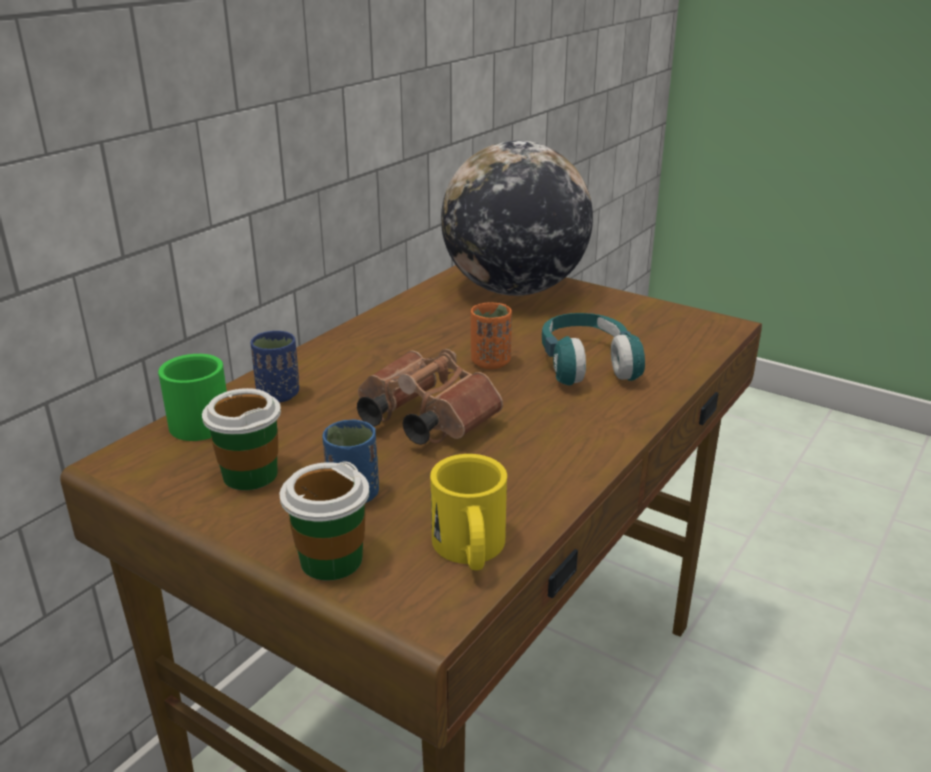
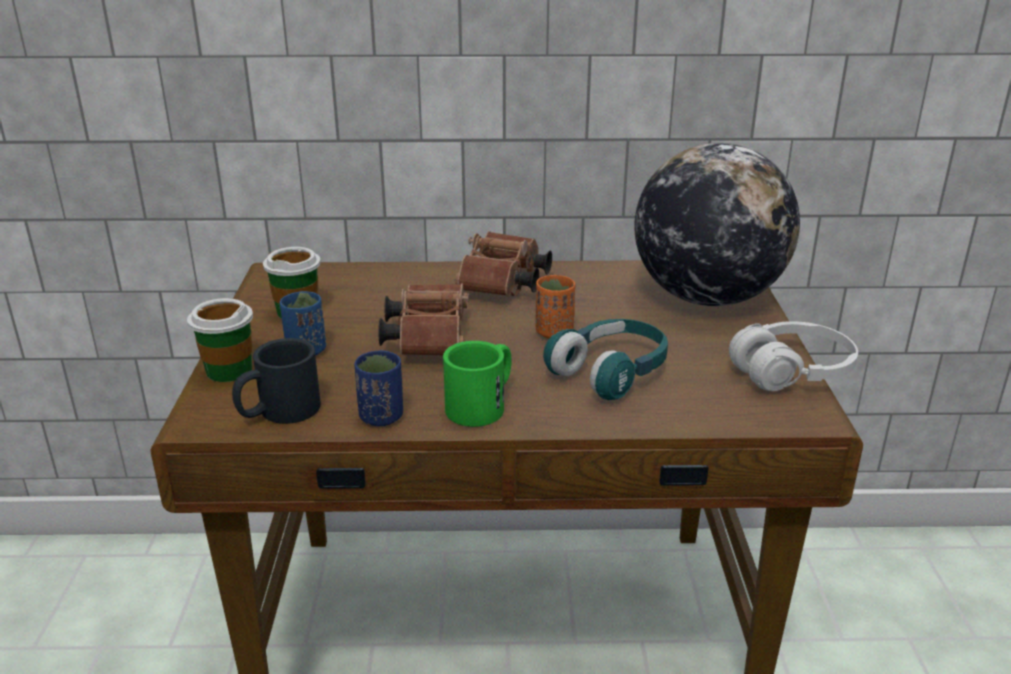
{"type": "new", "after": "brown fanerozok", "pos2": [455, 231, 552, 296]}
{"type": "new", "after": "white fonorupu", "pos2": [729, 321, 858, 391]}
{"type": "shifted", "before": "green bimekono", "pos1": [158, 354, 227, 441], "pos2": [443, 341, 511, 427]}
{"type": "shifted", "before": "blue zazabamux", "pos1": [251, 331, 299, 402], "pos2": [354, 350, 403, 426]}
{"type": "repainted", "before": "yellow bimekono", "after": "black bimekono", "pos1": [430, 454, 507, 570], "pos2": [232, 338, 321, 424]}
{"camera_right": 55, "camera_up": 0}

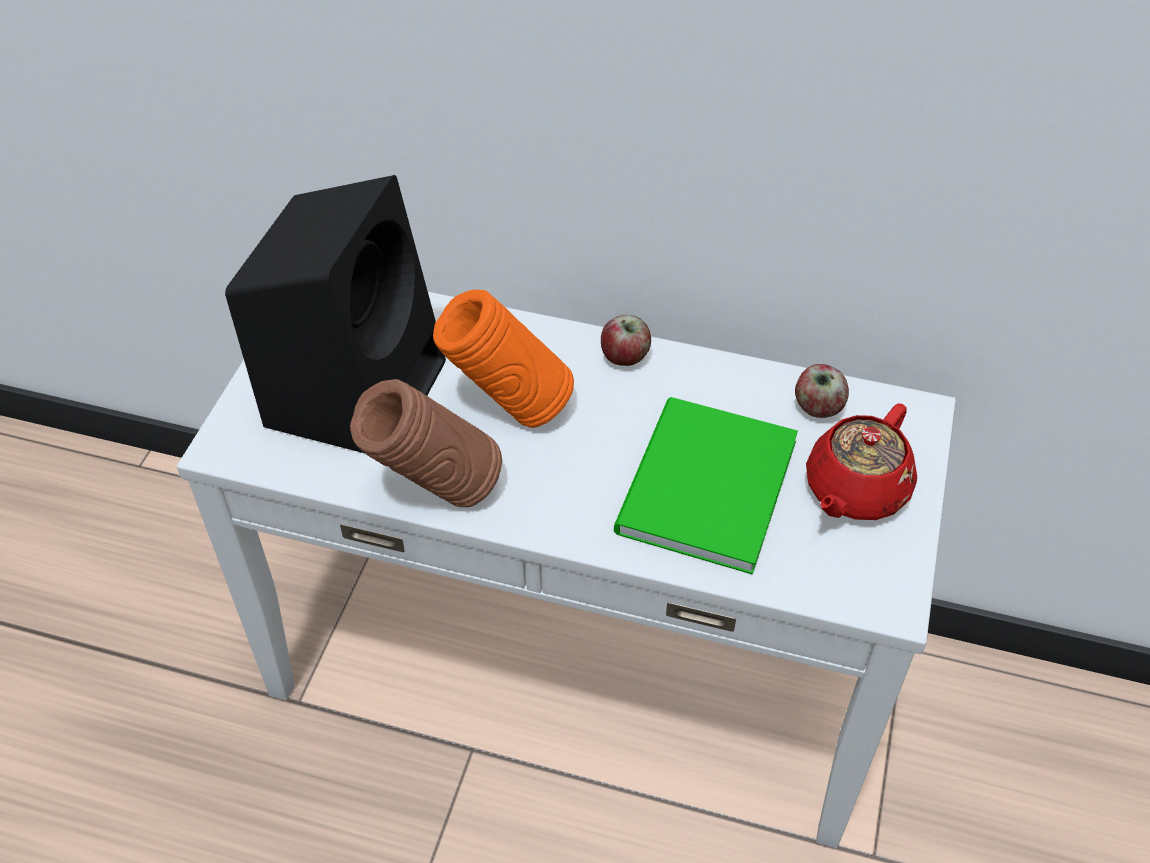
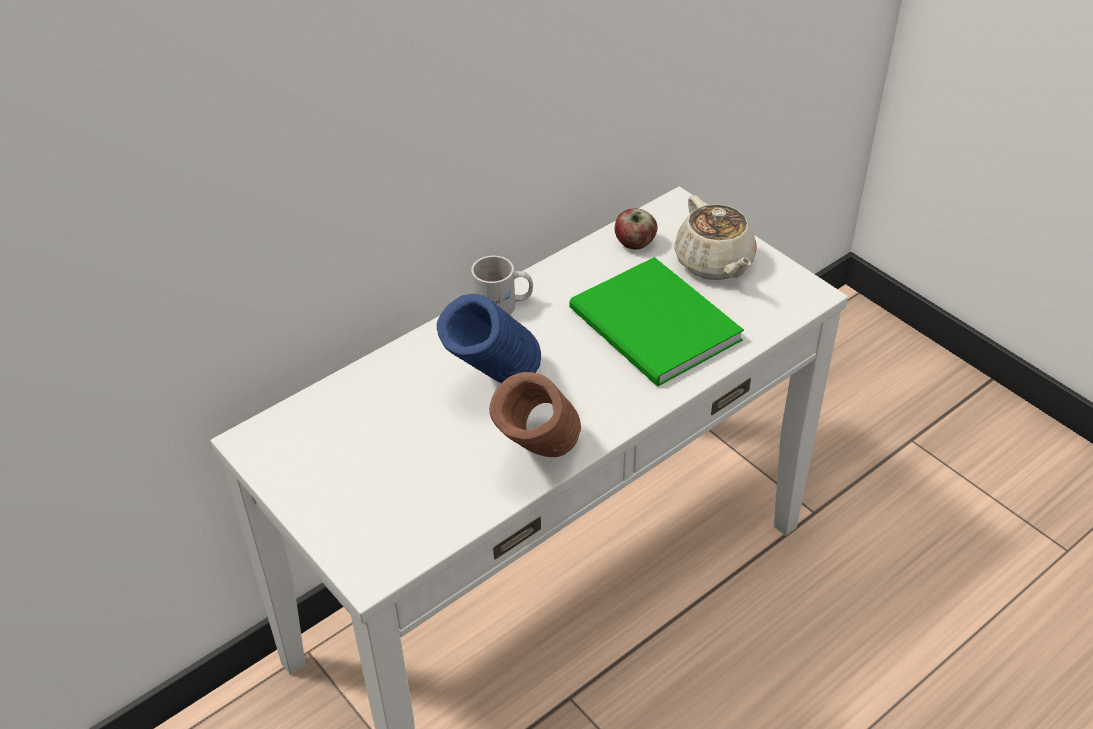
{"type": "gone", "before": "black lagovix", "pos1": [225, 175, 446, 453]}
{"type": "swapped", "before": "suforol", "after": "white bimekono", "pos1": [601, 315, 651, 366], "pos2": [471, 256, 533, 315]}
{"type": "repainted", "before": "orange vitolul", "after": "blue vitolul", "pos1": [433, 290, 574, 428], "pos2": [437, 294, 541, 383]}
{"type": "repainted", "before": "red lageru", "after": "beige lageru", "pos1": [806, 403, 917, 520], "pos2": [674, 195, 757, 280]}
{"camera_right": -55, "camera_up": -5}

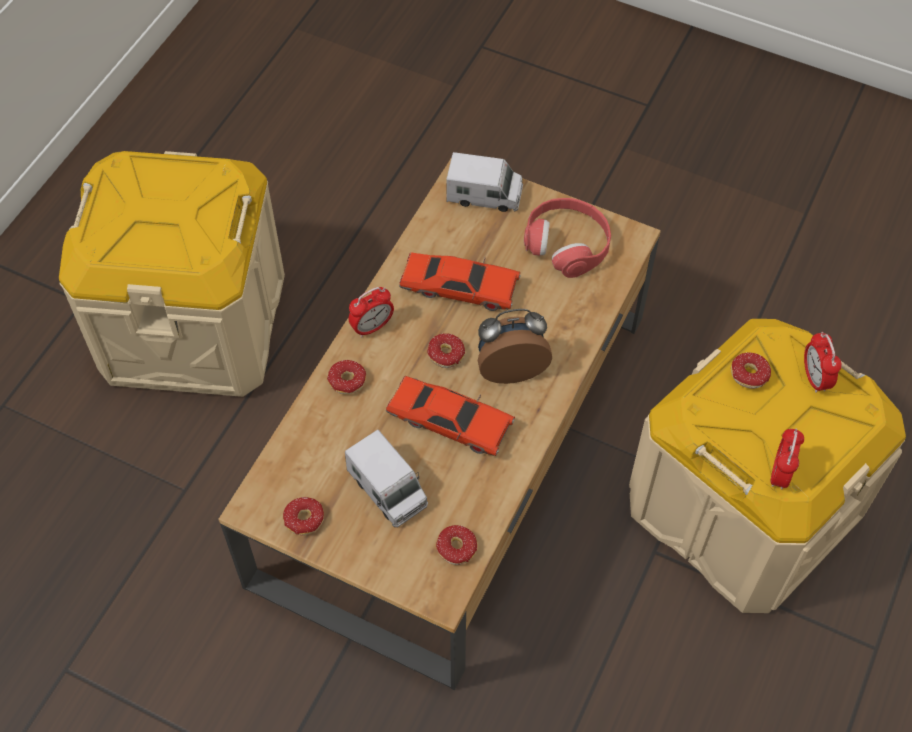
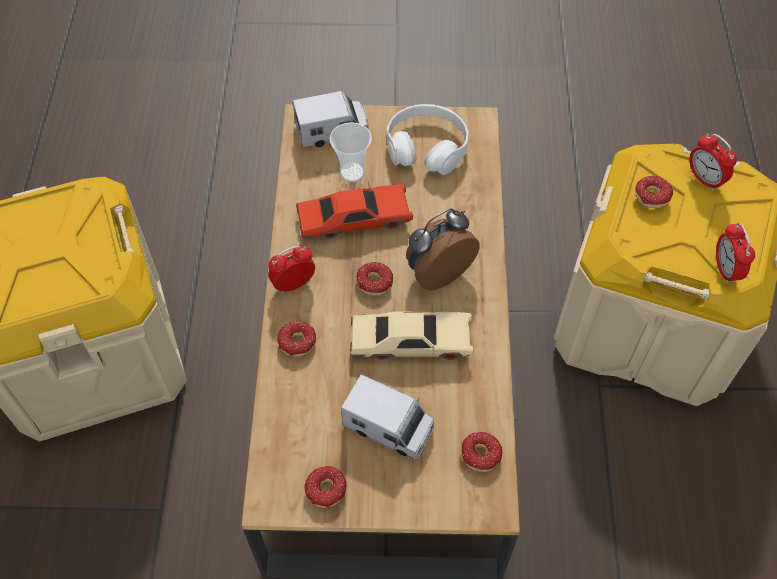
{"type": "new", "after": "zazabamux", "pos2": [330, 122, 372, 182]}
{"type": "repainted", "before": "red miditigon", "after": "beige miditigon", "pos1": [385, 376, 515, 456], "pos2": [350, 308, 474, 360]}
{"type": "repainted", "before": "red fonorupu", "after": "white fonorupu", "pos1": [524, 198, 611, 278], "pos2": [387, 104, 469, 175]}
{"type": "rotated", "before": "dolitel", "pos1": [348, 287, 394, 338], "pos2": [268, 245, 315, 294], "turn": -150}
{"camera_right": -25, "camera_up": 0}

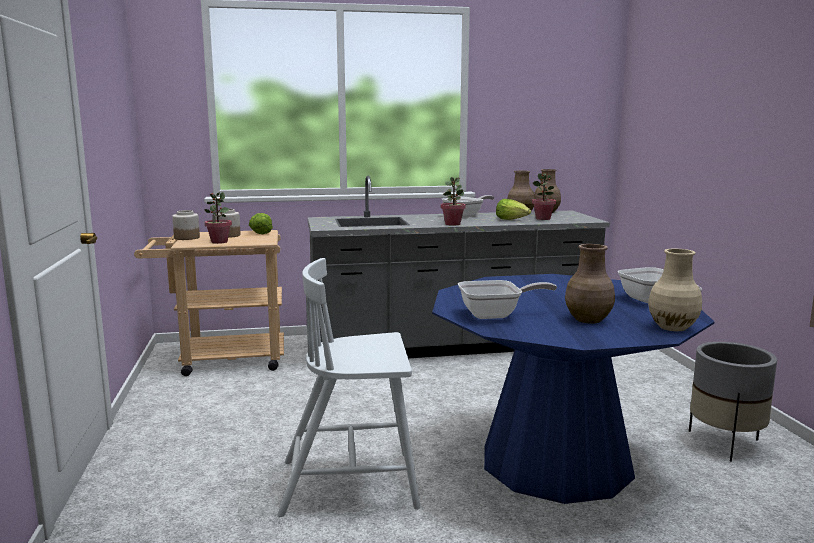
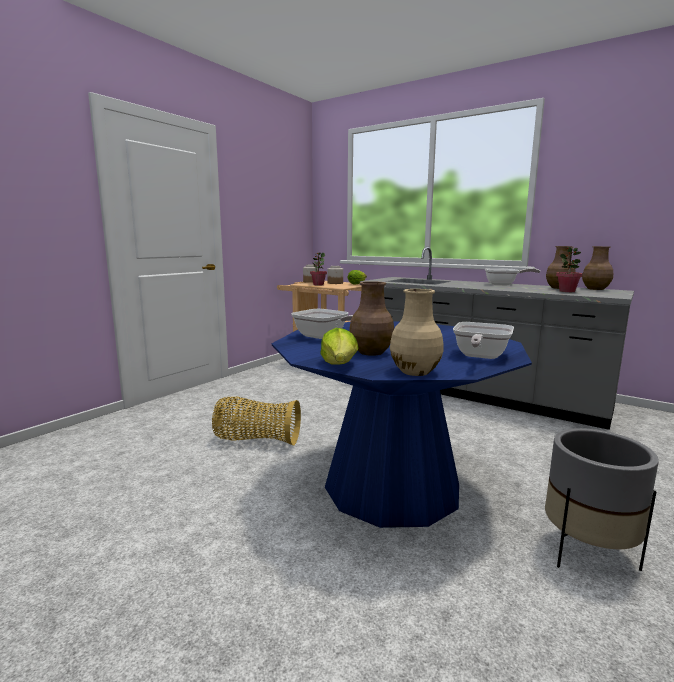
{"type": "gone", "before": "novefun", "pos1": [441, 177, 466, 226]}
{"type": "shifted", "before": "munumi", "pos1": [496, 199, 531, 220], "pos2": [320, 328, 359, 365]}
{"type": "swapped", "before": "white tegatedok", "after": "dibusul", "pos1": [277, 258, 420, 517], "pos2": [212, 397, 301, 445]}
{"camera_right": 45, "camera_up": 0}

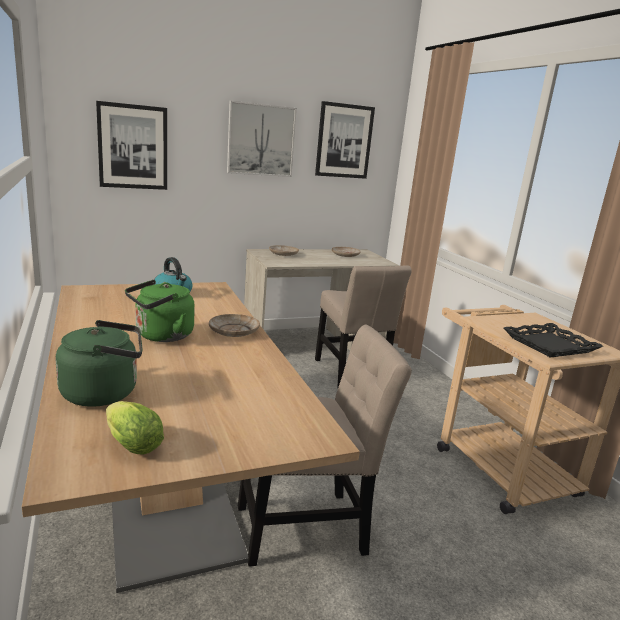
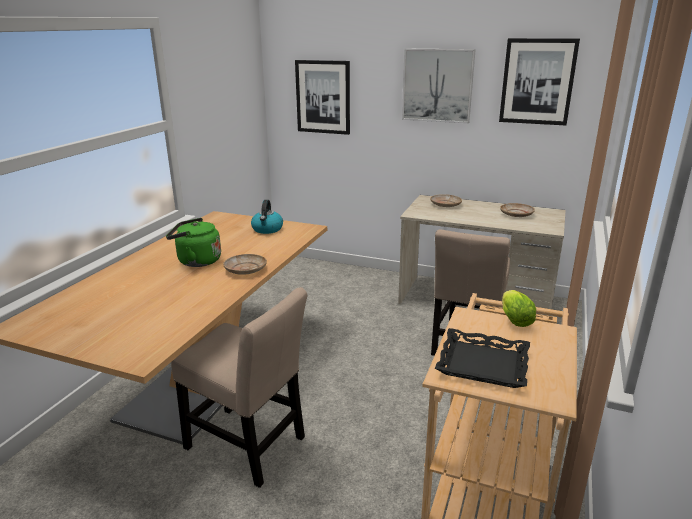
{"type": "gone", "before": "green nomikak", "pos1": [56, 320, 143, 407]}
{"type": "shifted", "before": "munumi", "pos1": [106, 401, 164, 455], "pos2": [502, 290, 536, 327]}
{"camera_right": 45, "camera_up": 5}

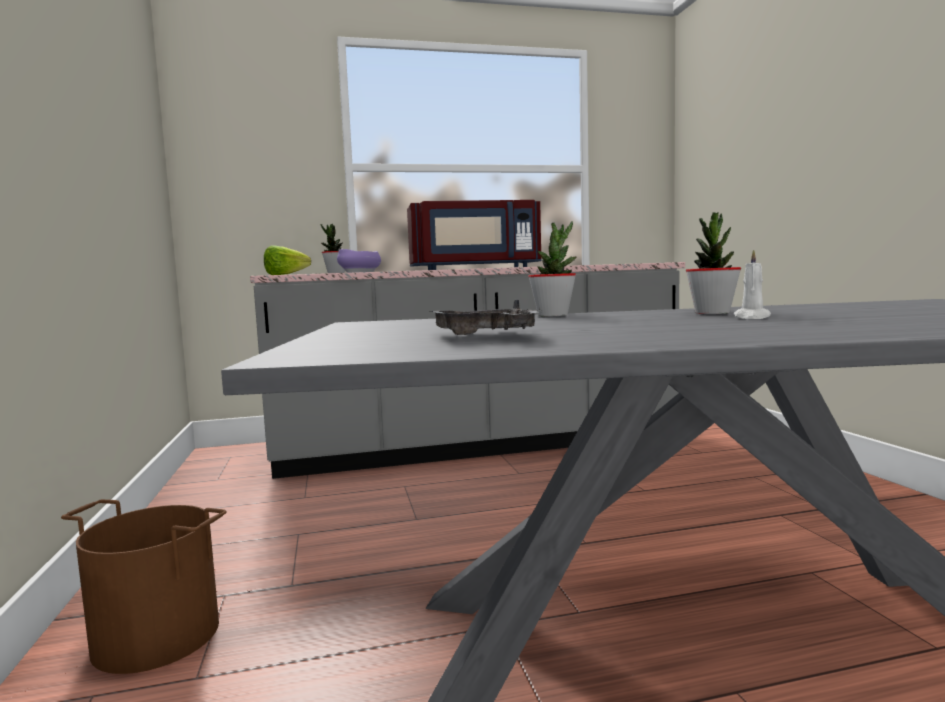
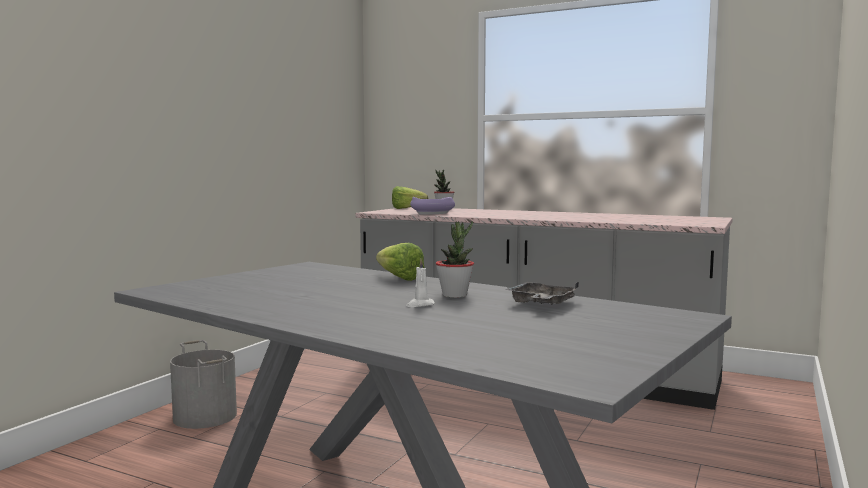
{"type": "gone", "before": "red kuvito", "pos1": [407, 200, 542, 270]}
{"type": "shifted", "before": "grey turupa", "pos1": [429, 299, 540, 335], "pos2": [505, 282, 579, 305]}
{"type": "swapped", "before": "novefun", "after": "munumi", "pos1": [528, 221, 576, 316], "pos2": [376, 243, 425, 281]}
{"type": "repainted", "before": "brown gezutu", "after": "grey gezutu", "pos1": [61, 499, 227, 674], "pos2": [170, 340, 237, 429]}
{"camera_right": 40, "camera_up": 0}

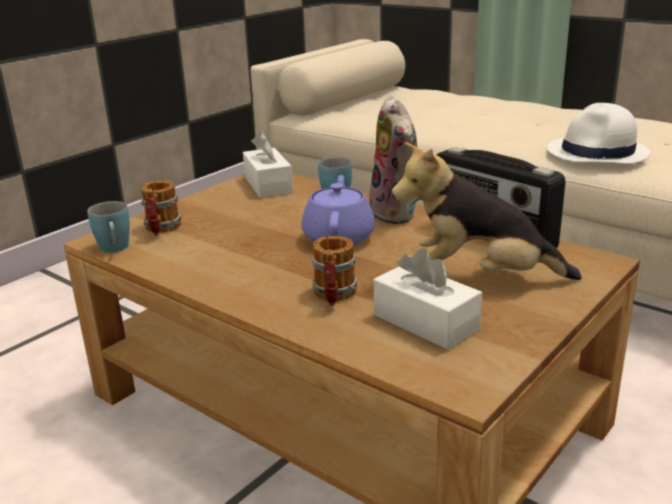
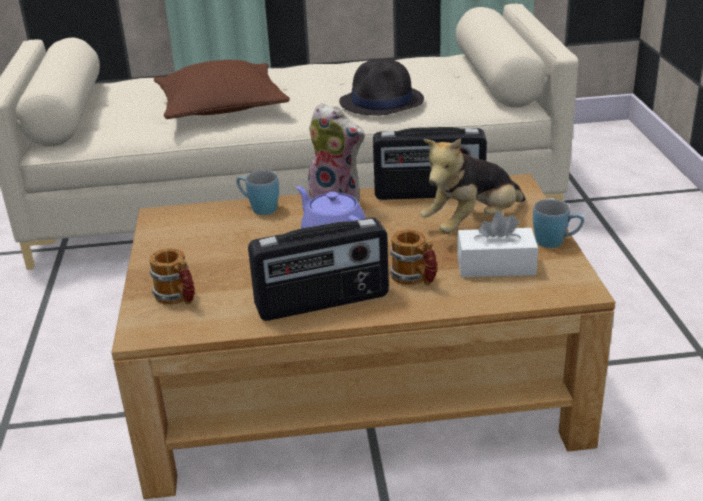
{"type": "gone", "before": "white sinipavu", "pos1": [243, 132, 293, 198]}
{"type": "new", "after": "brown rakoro", "pos2": [154, 60, 290, 119]}
{"type": "new", "after": "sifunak", "pos2": [248, 217, 389, 321]}
{"type": "shifted", "before": "blue bimekono", "pos1": [87, 201, 130, 253], "pos2": [533, 199, 584, 248]}
{"type": "repainted", "before": "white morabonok", "after": "black morabonok", "pos1": [547, 103, 650, 164], "pos2": [339, 59, 424, 116]}
{"camera_right": -45, "camera_up": 5}

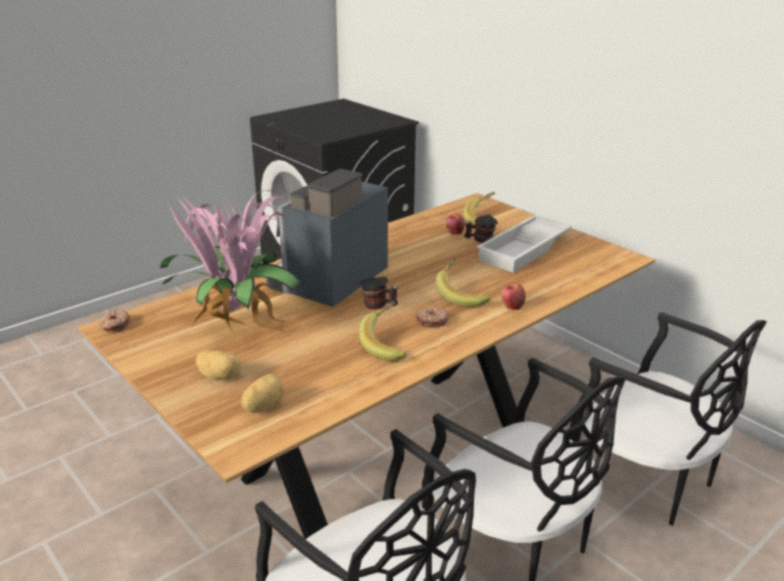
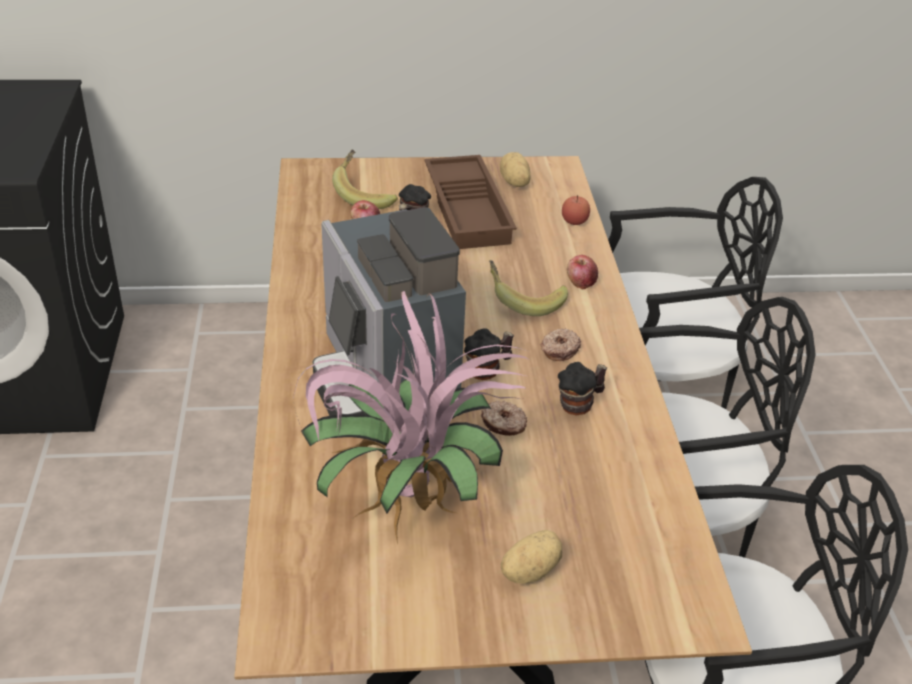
{"type": "new", "after": "suforol", "pos2": [562, 195, 590, 225]}
{"type": "shifted", "before": "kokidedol", "pos1": [100, 309, 130, 333], "pos2": [481, 401, 527, 436]}
{"type": "shifted", "before": "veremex", "pos1": [241, 374, 283, 413], "pos2": [500, 152, 531, 187]}
{"type": "swapped", "before": "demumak", "after": "bimekono", "pos1": [359, 301, 406, 361], "pos2": [558, 362, 607, 415]}
{"type": "repainted", "before": "white turupa", "after": "brown turupa", "pos1": [476, 215, 572, 272], "pos2": [424, 155, 517, 249]}
{"camera_right": -55, "camera_up": 10}

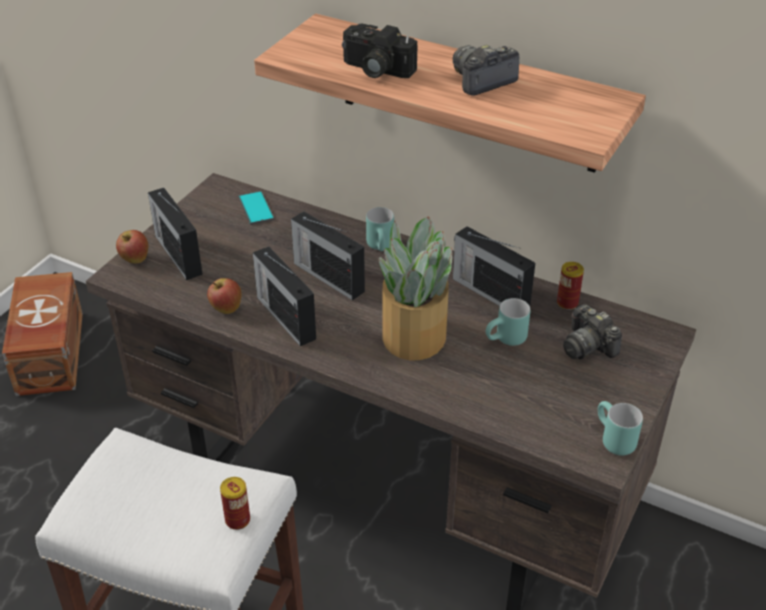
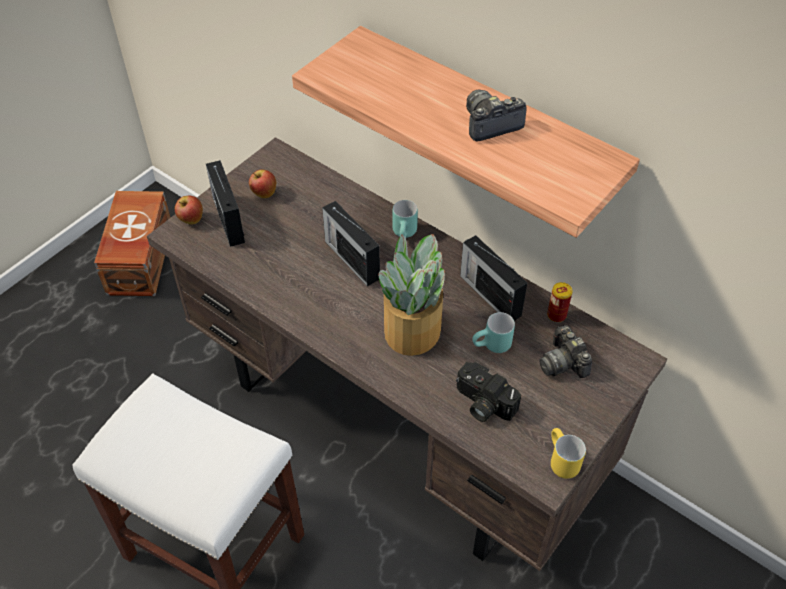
{"type": "gone", "before": "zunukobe", "pos1": [220, 477, 250, 530]}
{"type": "gone", "before": "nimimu", "pos1": [238, 191, 274, 225]}
{"type": "gone", "before": "sifunak", "pos1": [253, 246, 316, 346]}
{"type": "shifted", "before": "suforol", "pos1": [207, 278, 242, 314], "pos2": [249, 169, 276, 198]}
{"type": "shifted", "before": "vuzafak", "pos1": [342, 24, 418, 78], "pos2": [456, 362, 521, 422]}
{"type": "repainted", "before": "turquoise bimekono", "after": "yellow bimekono", "pos1": [598, 401, 643, 456], "pos2": [551, 428, 586, 479]}
{"camera_right": 10, "camera_up": 10}

